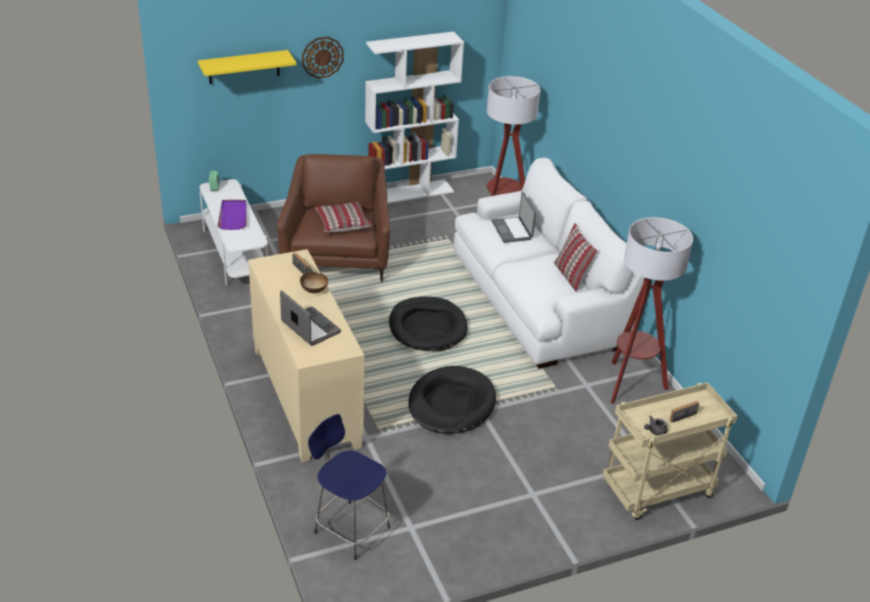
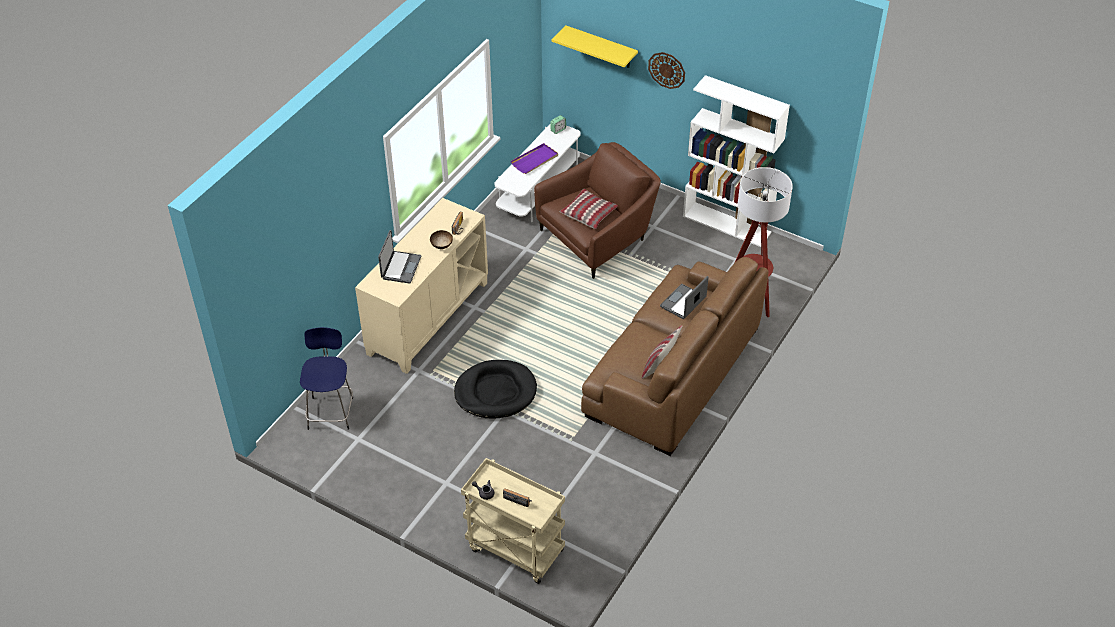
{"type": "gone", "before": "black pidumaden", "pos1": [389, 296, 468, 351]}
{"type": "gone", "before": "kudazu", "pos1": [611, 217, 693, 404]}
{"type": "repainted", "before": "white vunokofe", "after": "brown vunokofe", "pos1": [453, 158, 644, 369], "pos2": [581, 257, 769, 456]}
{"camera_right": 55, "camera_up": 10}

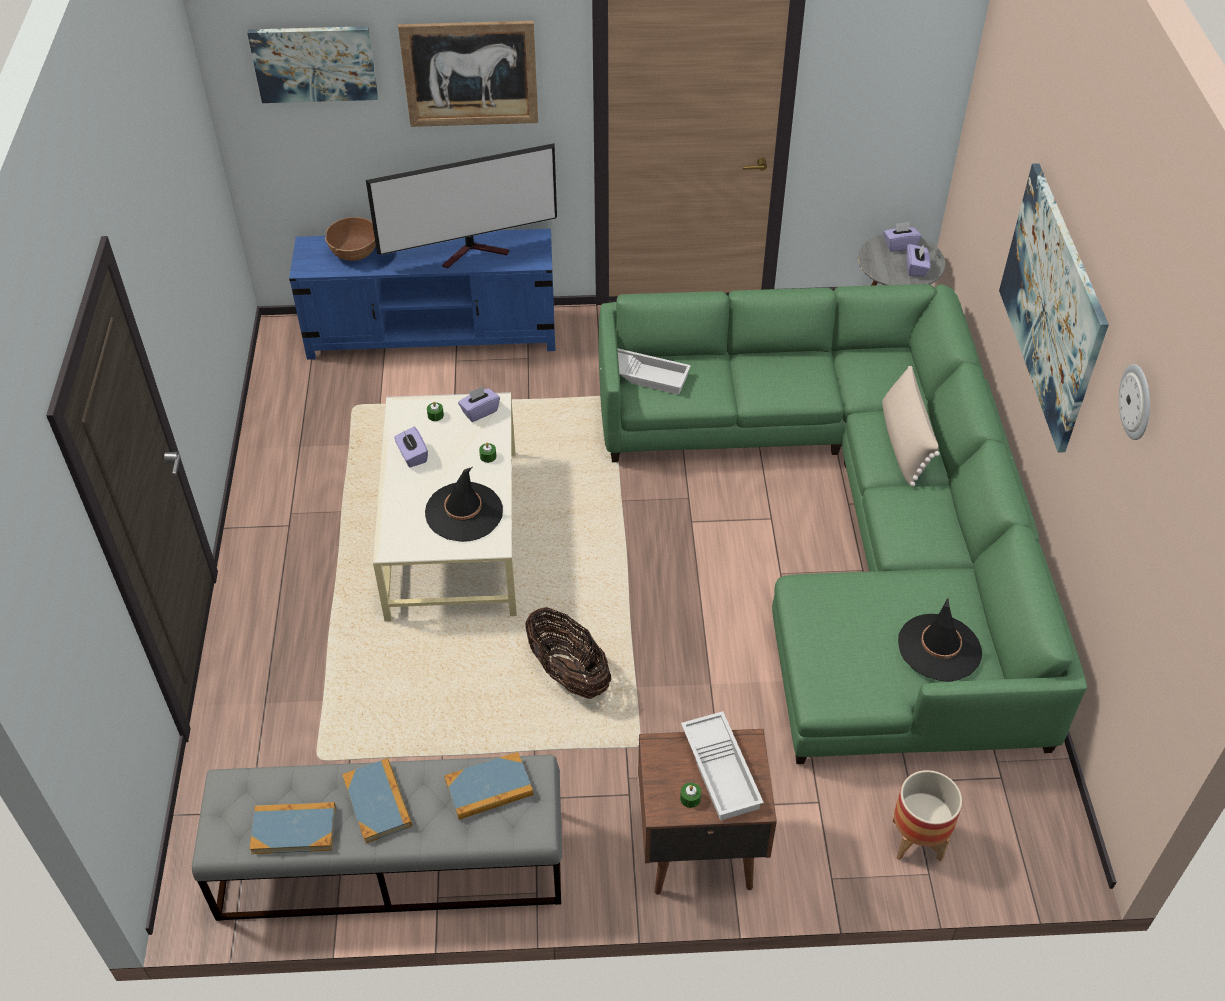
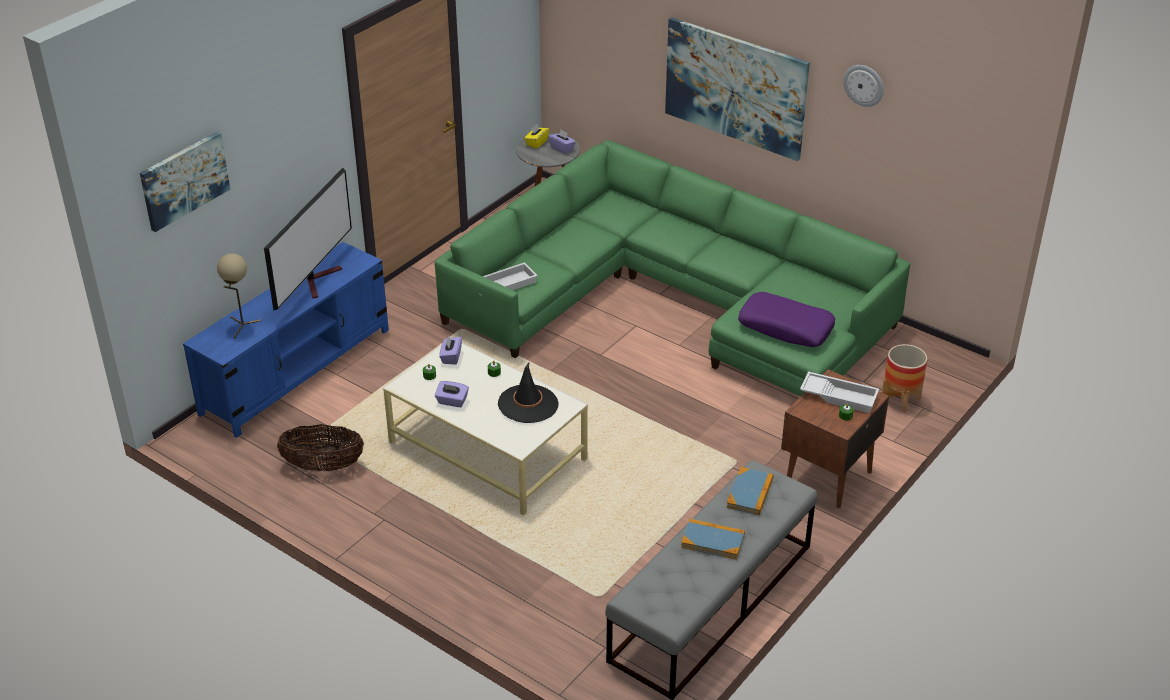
{"type": "gone", "before": "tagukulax", "pos1": [250, 802, 336, 854]}
{"type": "gone", "before": "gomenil", "pos1": [398, 21, 538, 127]}
{"type": "gone", "before": "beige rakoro", "pos1": [882, 366, 940, 487]}
{"type": "gone", "before": "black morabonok", "pos1": [898, 598, 982, 681]}
{"type": "new", "after": "purple rakoro", "pos2": [738, 292, 835, 347]}
{"type": "shifted", "before": "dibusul", "pos1": [525, 607, 611, 699], "pos2": [277, 424, 364, 471]}
{"type": "swapped", "before": "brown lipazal", "after": "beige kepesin", "pos1": [325, 217, 376, 261], "pos2": [217, 253, 261, 339]}
{"type": "repainted", "before": "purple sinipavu", "after": "yellow sinipavu", "pos1": [883, 222, 921, 252], "pos2": [525, 124, 549, 148]}
{"camera_right": -50, "camera_up": -10}

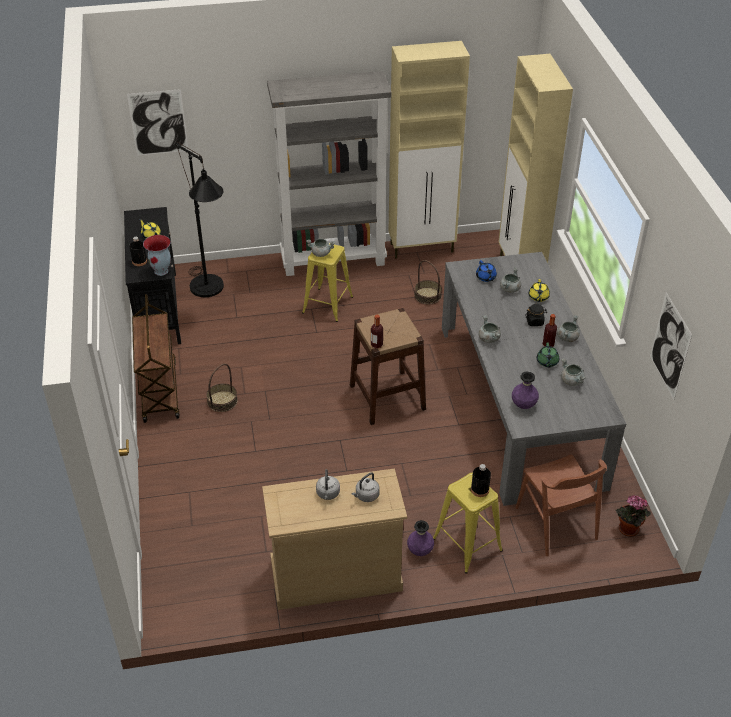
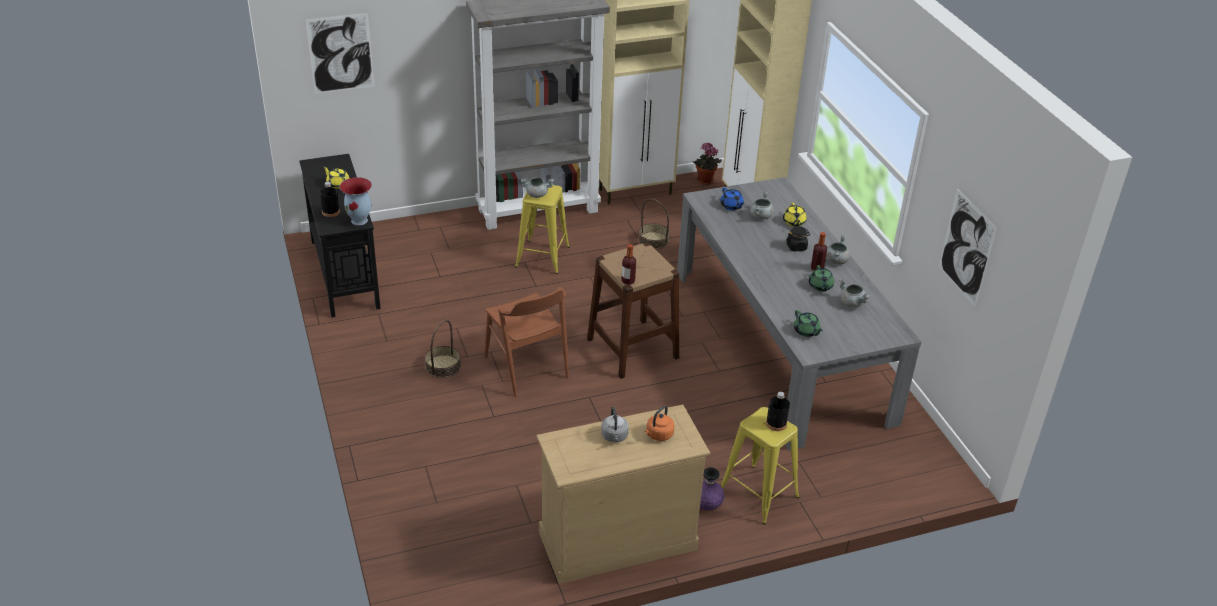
{"type": "gone", "before": "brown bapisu", "pos1": [132, 294, 180, 423]}
{"type": "gone", "before": "black kudazu", "pos1": [176, 142, 224, 297]}
{"type": "gone", "before": "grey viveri", "pos1": [479, 315, 501, 343]}
{"type": "shifted", "before": "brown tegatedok", "pos1": [516, 454, 607, 556], "pos2": [485, 287, 569, 397]}
{"type": "shifted", "before": "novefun", "pos1": [616, 495, 651, 537], "pos2": [693, 143, 722, 185]}
{"type": "swapped", "before": "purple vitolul", "after": "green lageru", "pos1": [512, 372, 539, 409], "pos2": [794, 310, 823, 337]}
{"type": "repainted", "before": "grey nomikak", "after": "orange nomikak", "pos1": [351, 472, 380, 502], "pos2": [645, 406, 674, 441]}
{"camera_right": -10, "camera_up": -5}

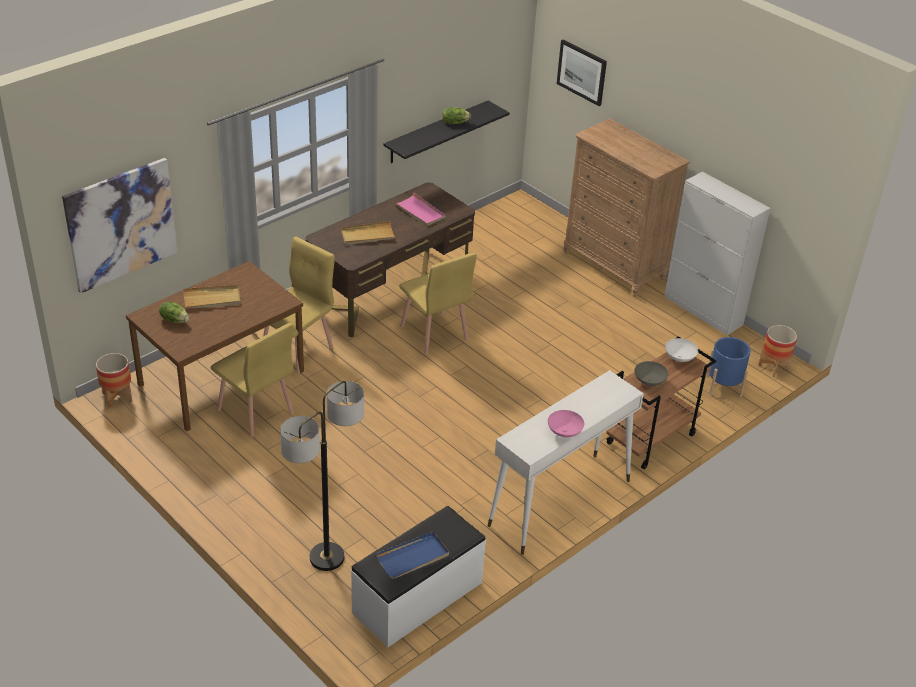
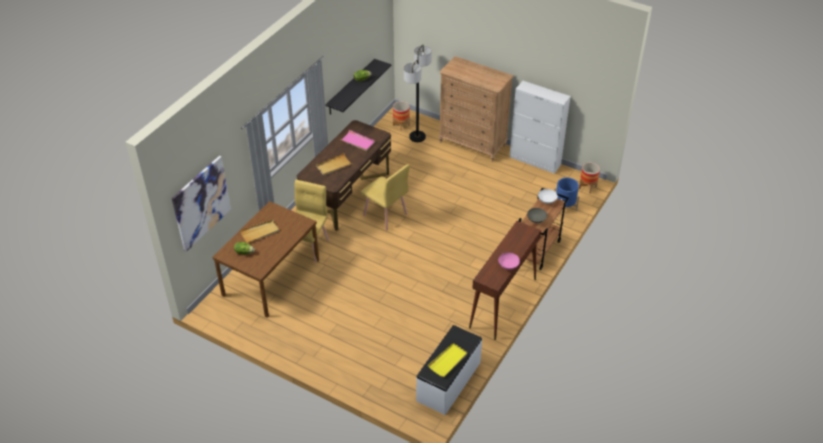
{"type": "gone", "before": "yellow tegatedok", "pos1": [210, 323, 294, 437]}
{"type": "gone", "before": "gomenil", "pos1": [557, 39, 607, 106]}
{"type": "shifted", "before": "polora", "pos1": [96, 353, 132, 408], "pos2": [393, 101, 410, 131]}
{"type": "shifted", "before": "kudazu", "pos1": [280, 381, 364, 571], "pos2": [404, 45, 432, 142]}
{"type": "repainted", "before": "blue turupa", "after": "yellow turupa", "pos1": [375, 532, 449, 579], "pos2": [428, 343, 468, 377]}
{"type": "repainted", "before": "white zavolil", "after": "brown zavolil", "pos1": [488, 370, 644, 555], "pos2": [469, 221, 541, 340]}
{"camera_right": -15, "camera_up": 5}

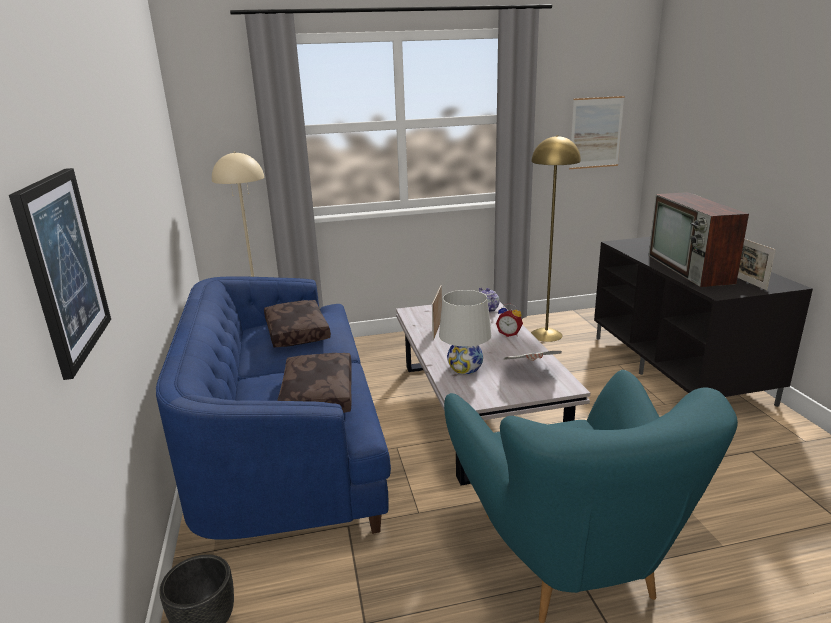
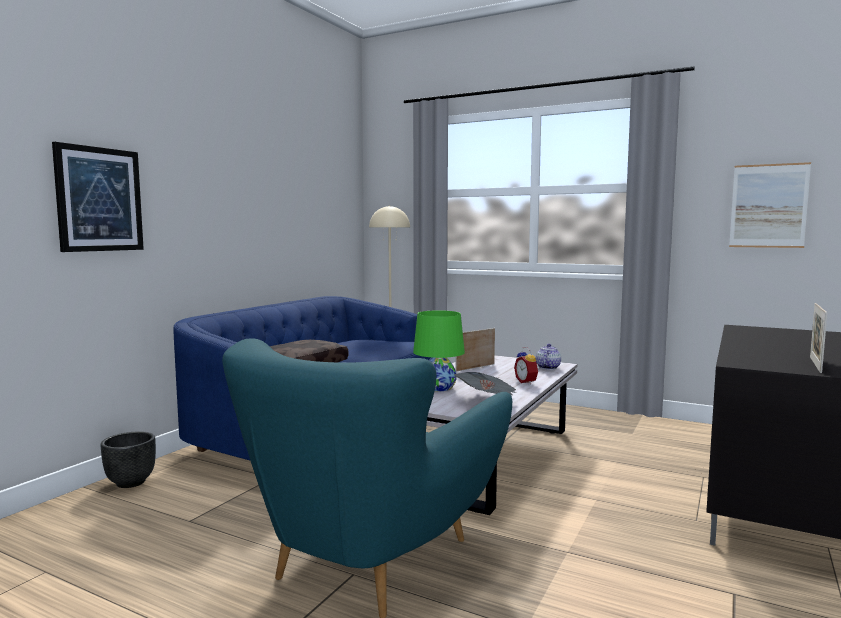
{"type": "gone", "before": "brown rakoro", "pos1": [264, 300, 331, 347]}
{"type": "gone", "before": "yellow kudazu", "pos1": [531, 135, 581, 342]}
{"type": "gone", "before": "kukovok", "pos1": [649, 192, 749, 287]}
{"type": "repainted", "before": "white kepesin", "after": "green kepesin", "pos1": [439, 290, 491, 374], "pos2": [413, 310, 465, 391]}
{"camera_right": 40, "camera_up": -15}

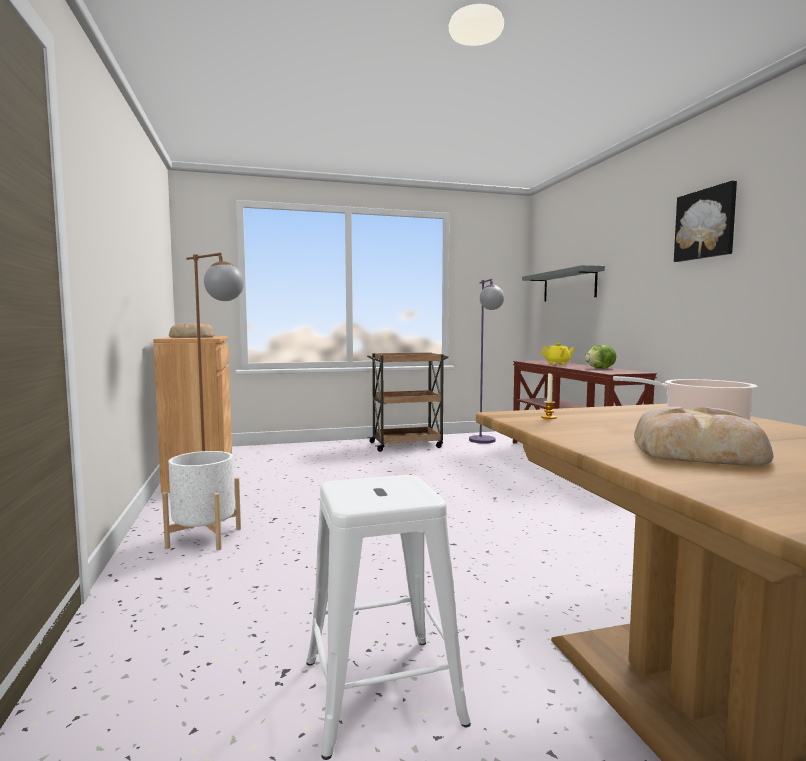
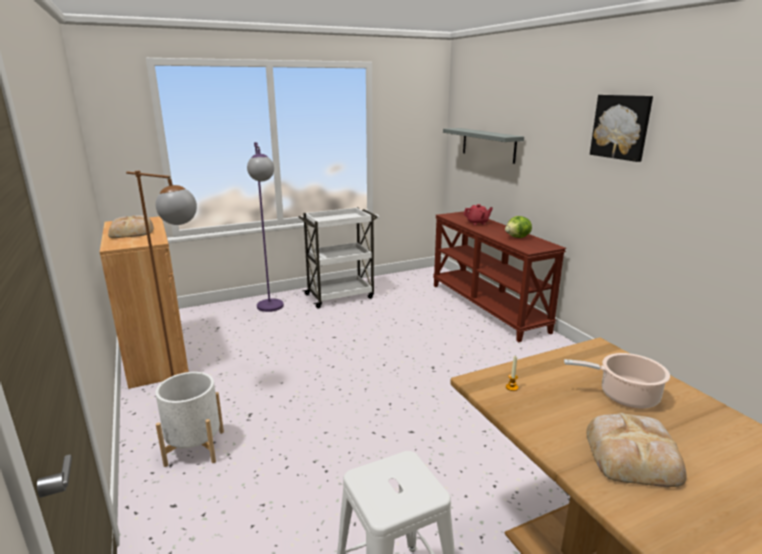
{"type": "shifted", "before": "purple kudazu", "pos1": [469, 279, 504, 444], "pos2": [247, 142, 284, 312]}
{"type": "repainted", "before": "brown bapisu", "after": "white bapisu", "pos1": [367, 352, 449, 452], "pos2": [299, 207, 378, 308]}
{"type": "repainted", "before": "yellow lageru", "after": "red lageru", "pos1": [541, 343, 575, 364], "pos2": [463, 204, 493, 225]}
{"camera_right": -10, "camera_up": 15}

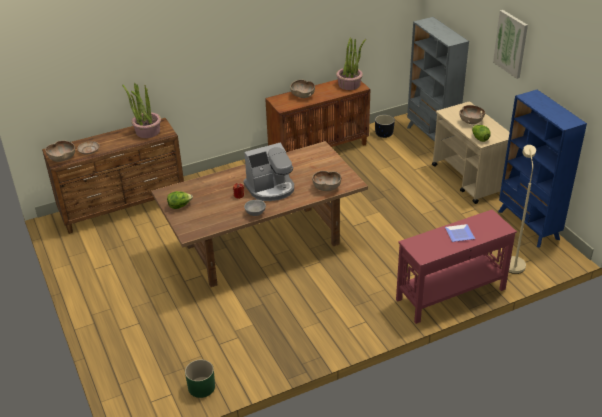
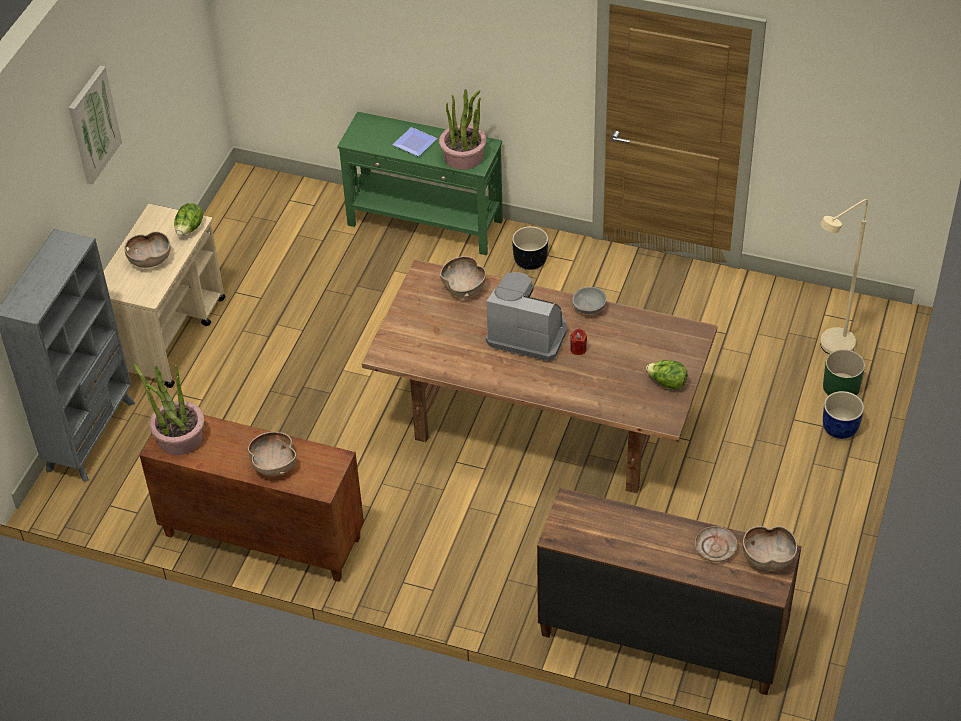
{"type": "gone", "before": "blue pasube", "pos1": [498, 90, 587, 248]}
{"type": "new", "after": "blue polora", "pos2": [823, 391, 864, 439]}
{"type": "shifted", "before": "novefun", "pos1": [122, 83, 161, 138], "pos2": [439, 89, 486, 170]}
{"type": "shifted", "before": "green polora", "pos1": [185, 359, 215, 398], "pos2": [823, 349, 865, 395]}
{"type": "shifted", "before": "black polora", "pos1": [375, 115, 395, 138], "pos2": [512, 226, 548, 270]}
{"type": "shifted", "before": "beige kudazu", "pos1": [509, 145, 536, 274], "pos2": [820, 199, 868, 354]}
{"type": "repainted", "before": "red zavolil", "after": "green zavolil", "pos1": [396, 209, 517, 324], "pos2": [337, 112, 503, 255]}
{"camera_right": -135, "camera_up": 10}

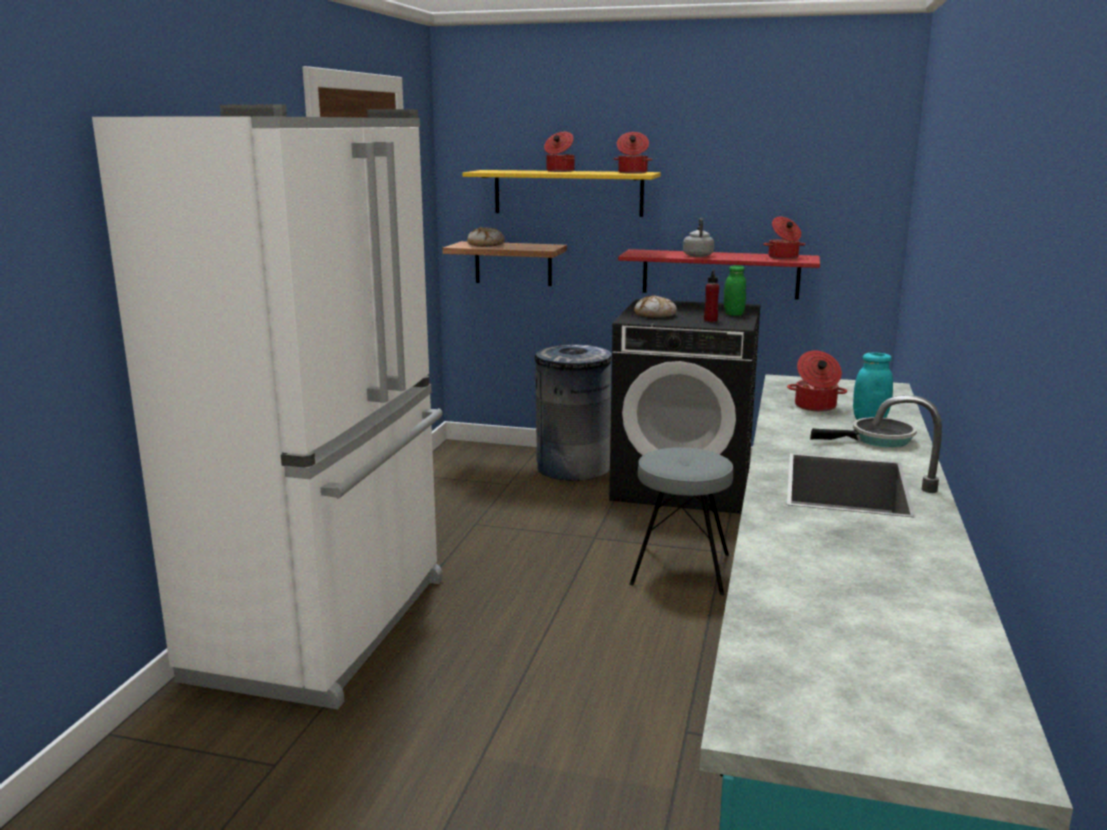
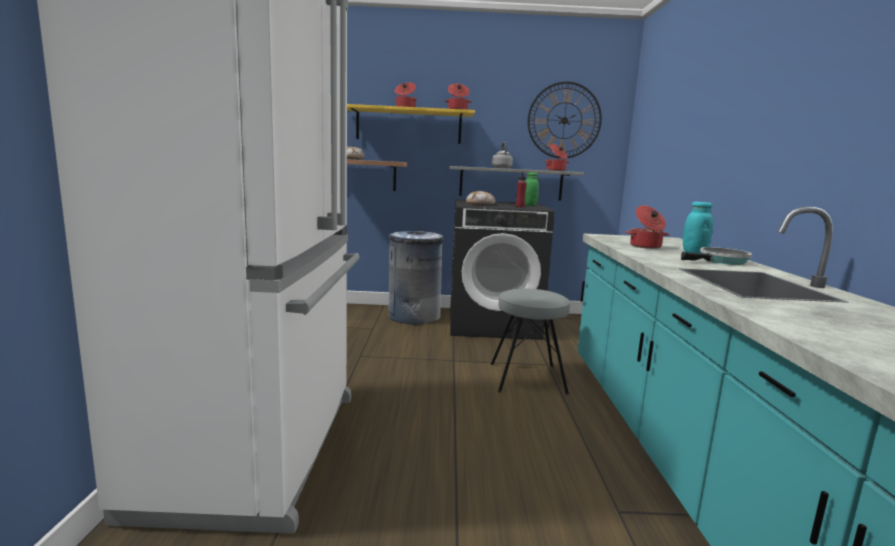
{"type": "new", "after": "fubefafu", "pos2": [528, 82, 602, 159]}
{"type": "repainted", "before": "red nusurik", "after": "grey nusurik", "pos1": [618, 249, 820, 300], "pos2": [450, 166, 584, 200]}
{"camera_right": -15, "camera_up": -5}

